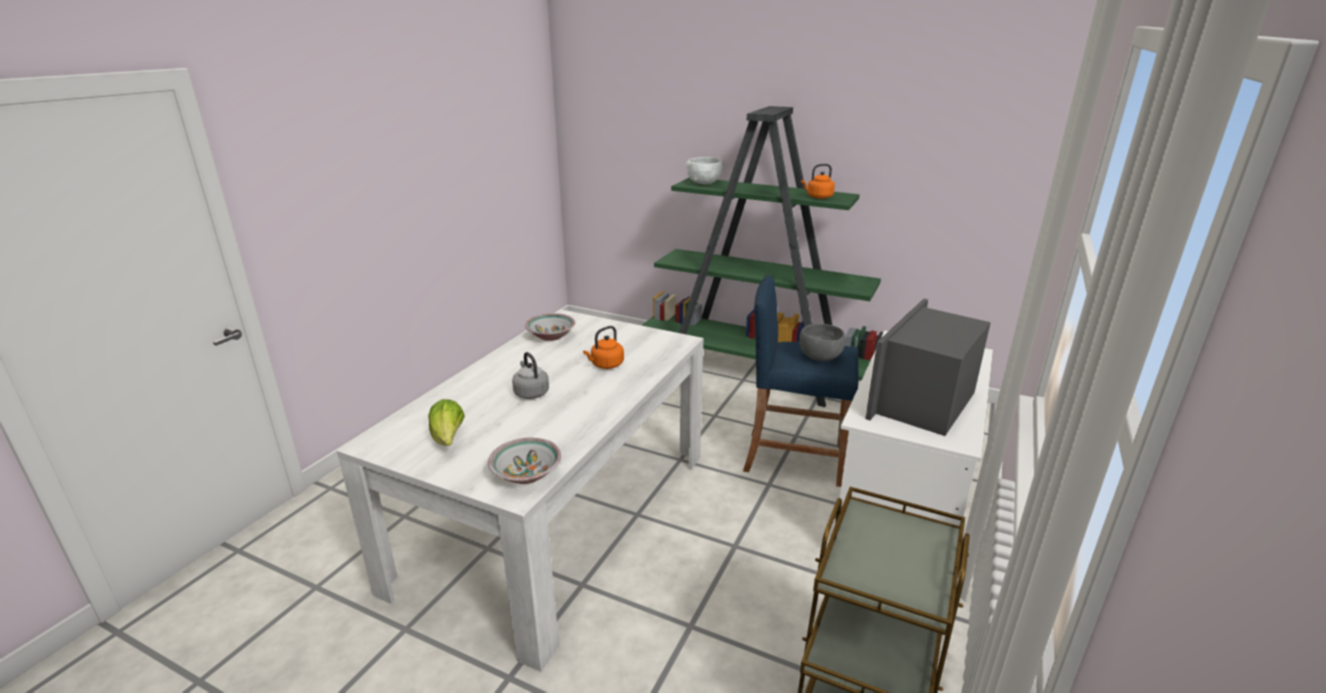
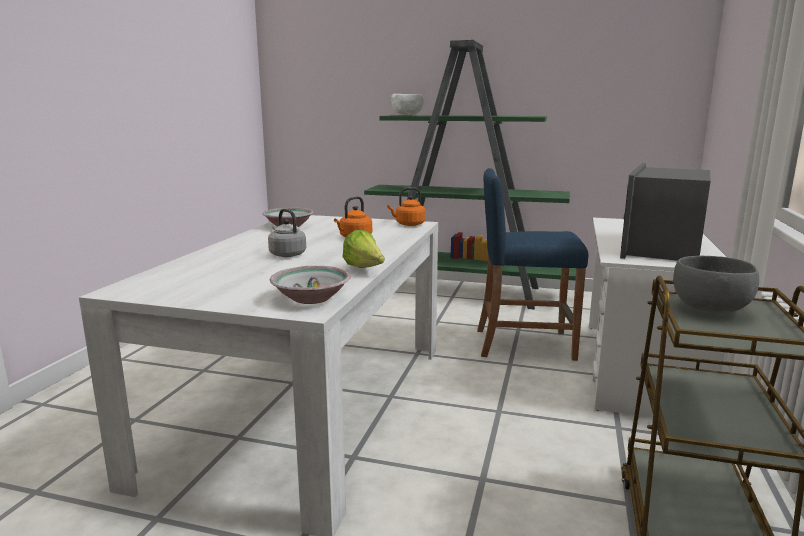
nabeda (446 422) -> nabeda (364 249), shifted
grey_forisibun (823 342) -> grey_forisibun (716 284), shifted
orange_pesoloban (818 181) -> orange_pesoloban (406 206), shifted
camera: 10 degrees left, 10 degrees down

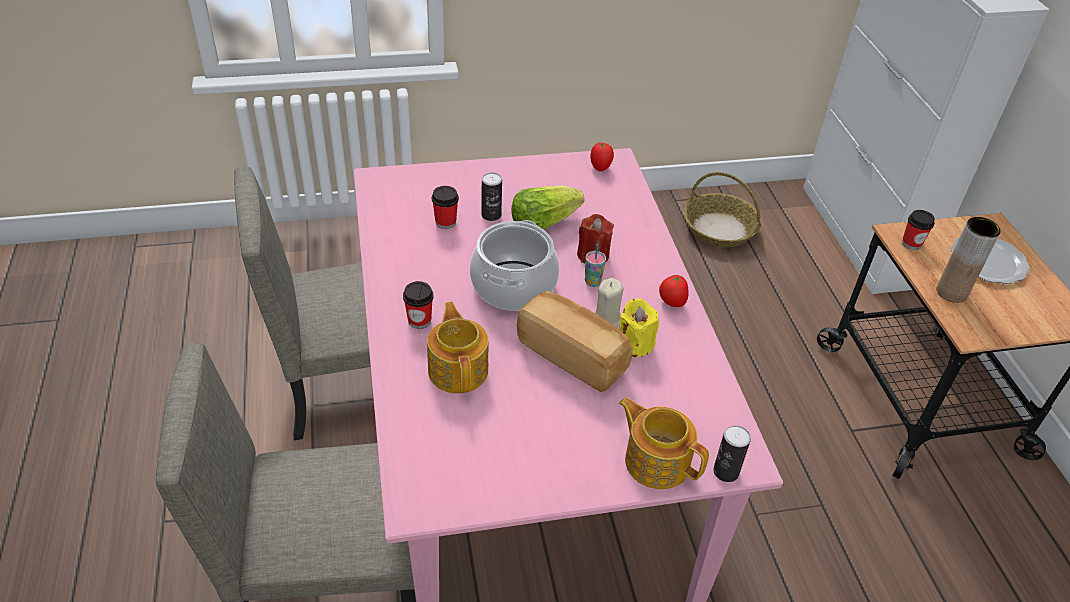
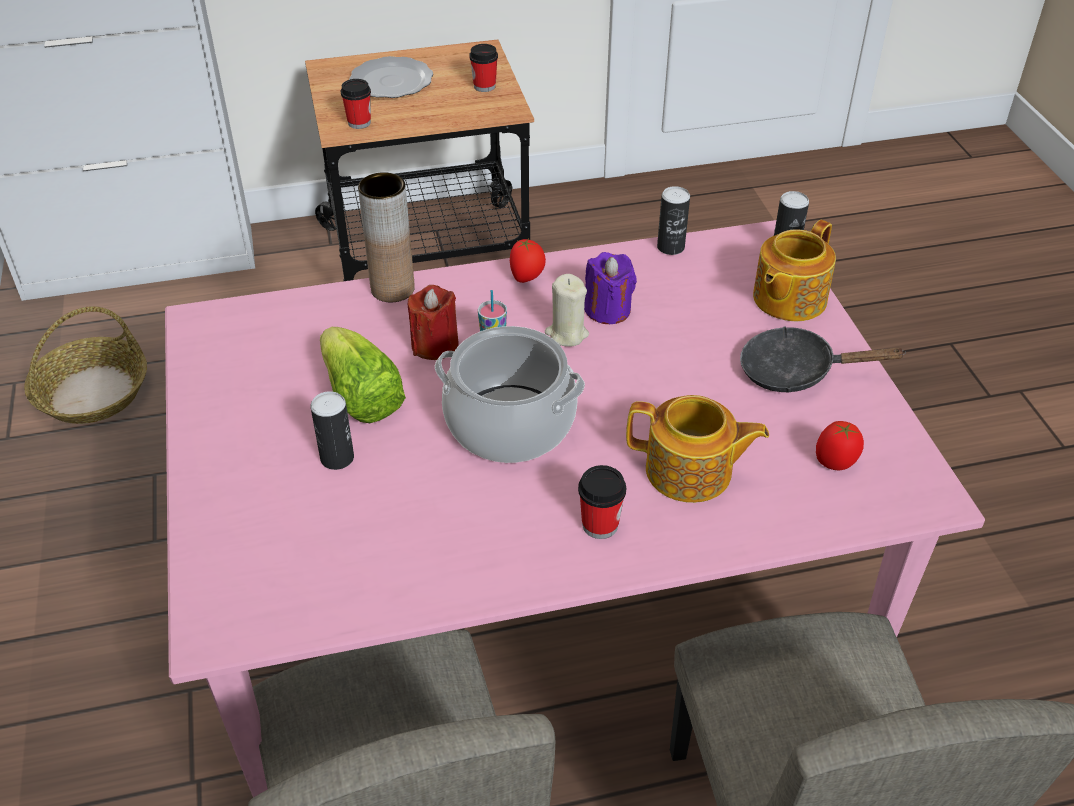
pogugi (458 348) -> pogugi (697 449), 150 degrees counterclockwise
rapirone (445 207) -> rapirone (483 68), shifted
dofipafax (574 341) -> none
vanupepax (602 157) -> vanupepax (840 445), shifted
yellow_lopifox (639 327) -> purple_lopifox (610 288)
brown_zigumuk (968 260) -> brown_zigumuk (386 237), shifted
none -> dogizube (673 220)
none -> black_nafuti (823 359)
camera: 90 degrees left, 0 degrees up

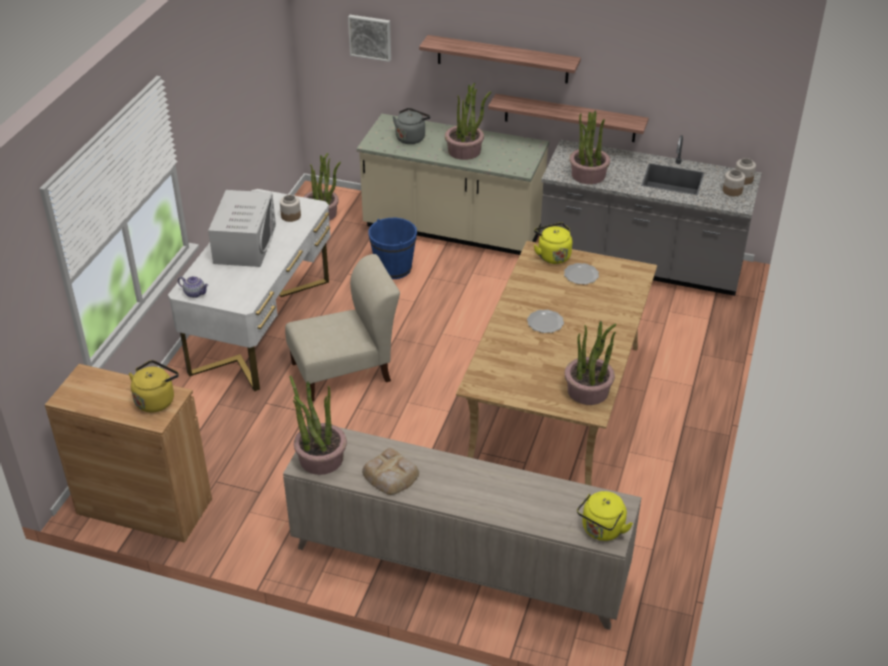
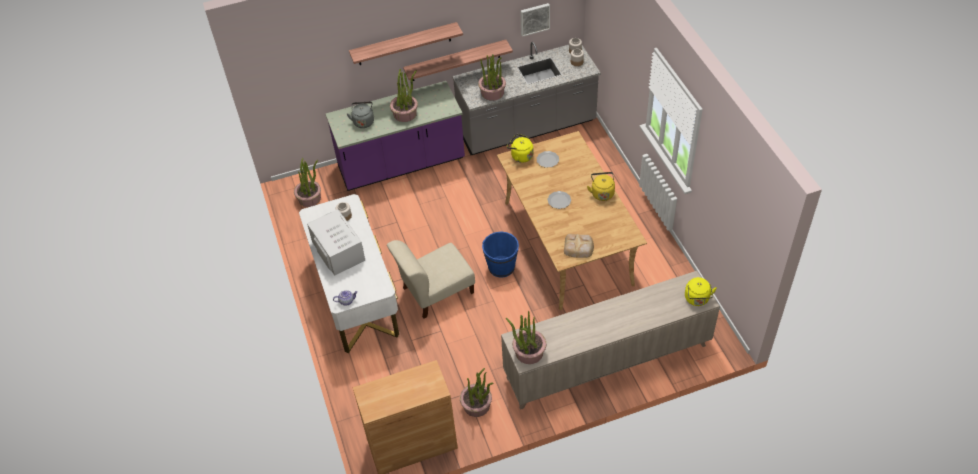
yellow_pesoloban (154 386) -> yellow_pesoloban (601 186), shifted
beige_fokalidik (342 327) -> beige_fokalidik (431 279), 150 degrees counterclockwise
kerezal (369 38) -> kerezal (535 20), shifted
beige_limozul (453 184) -> purple_limozul (395 136)
dofipafax (390 471) -> dofipafax (579 246), shifted
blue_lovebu (392 248) -> blue_lovebu (500 255), shifted
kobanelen (590 363) -> kobanelen (476 392), shifted
camera: 35 degrees left, 10 degrees up

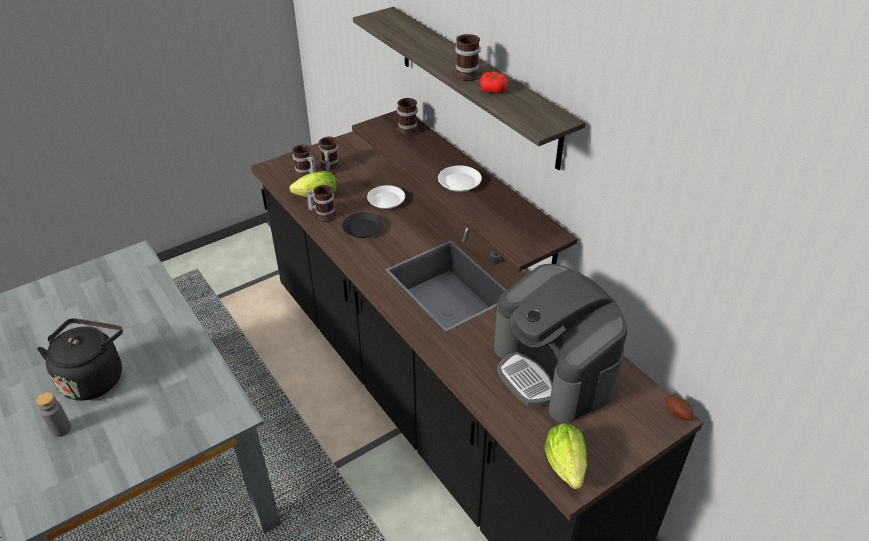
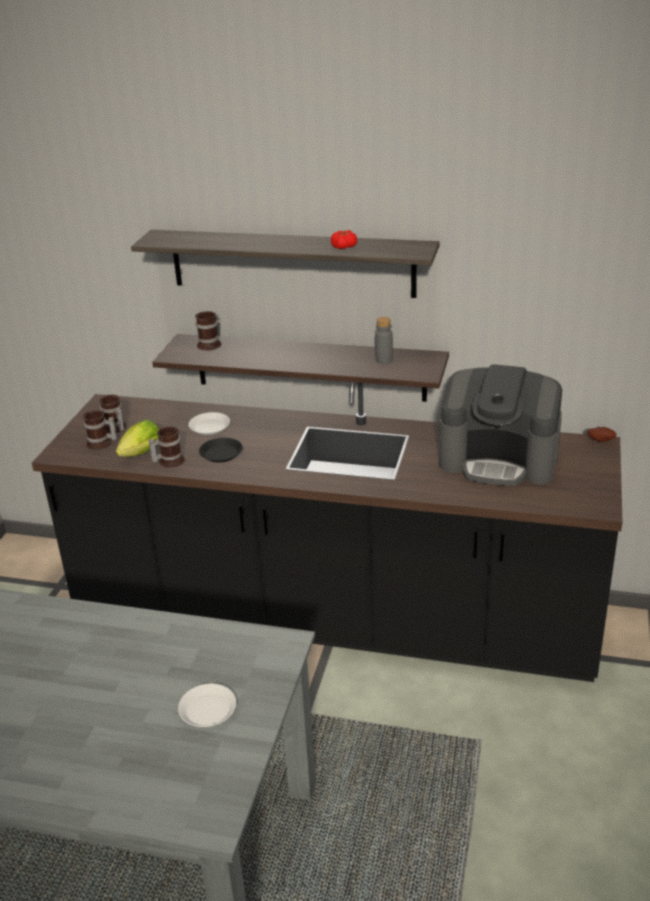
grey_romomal (53 414) -> grey_romomal (384 340), shifted
black_pesoloban (80 359) -> none
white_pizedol (460 178) -> white_pizedol (207 705), shifted
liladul (467 57) -> none
nabeda (566 456) -> none
camera: 40 degrees left, 10 degrees down

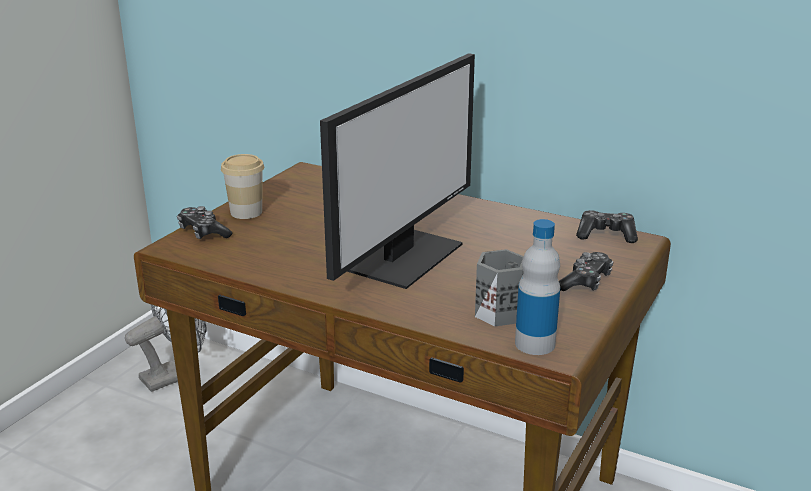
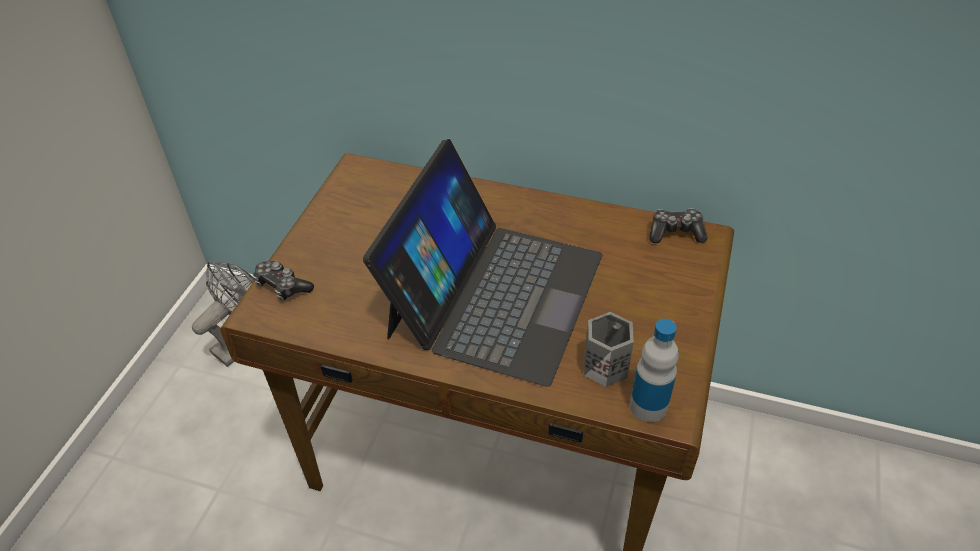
rapirone (242 186) -> none
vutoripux (397 171) -> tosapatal (482 263)
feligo (586 271) -> none
camera: 10 degrees left, 20 degrees up

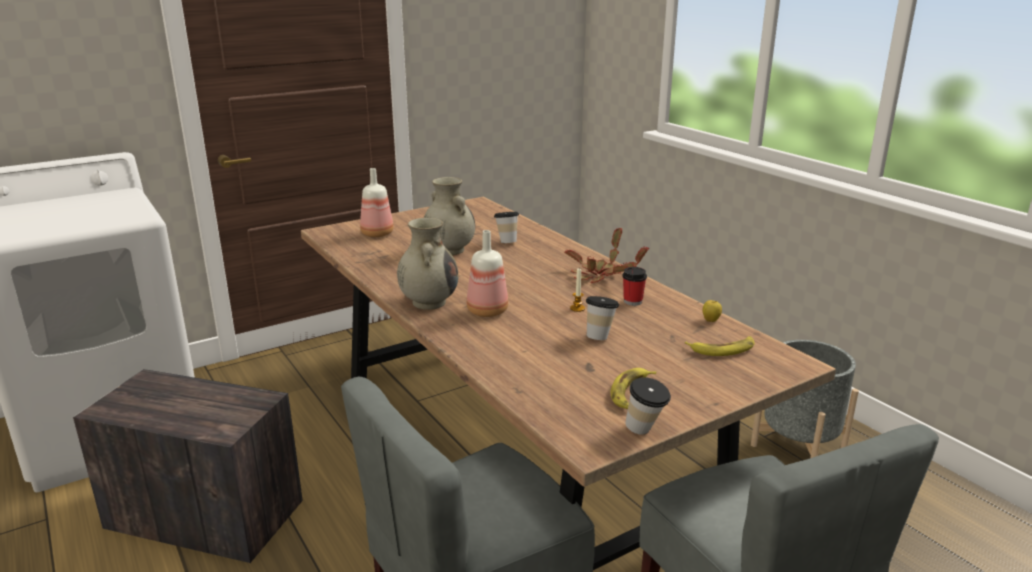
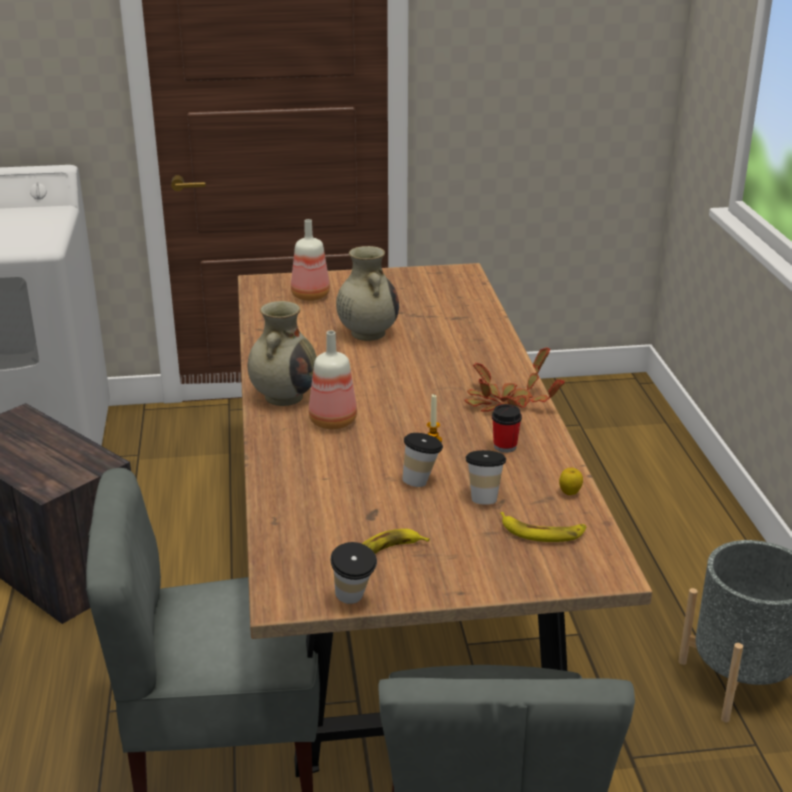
rapirone (506 227) -> rapirone (485 477), shifted
camera: 25 degrees right, 5 degrees up

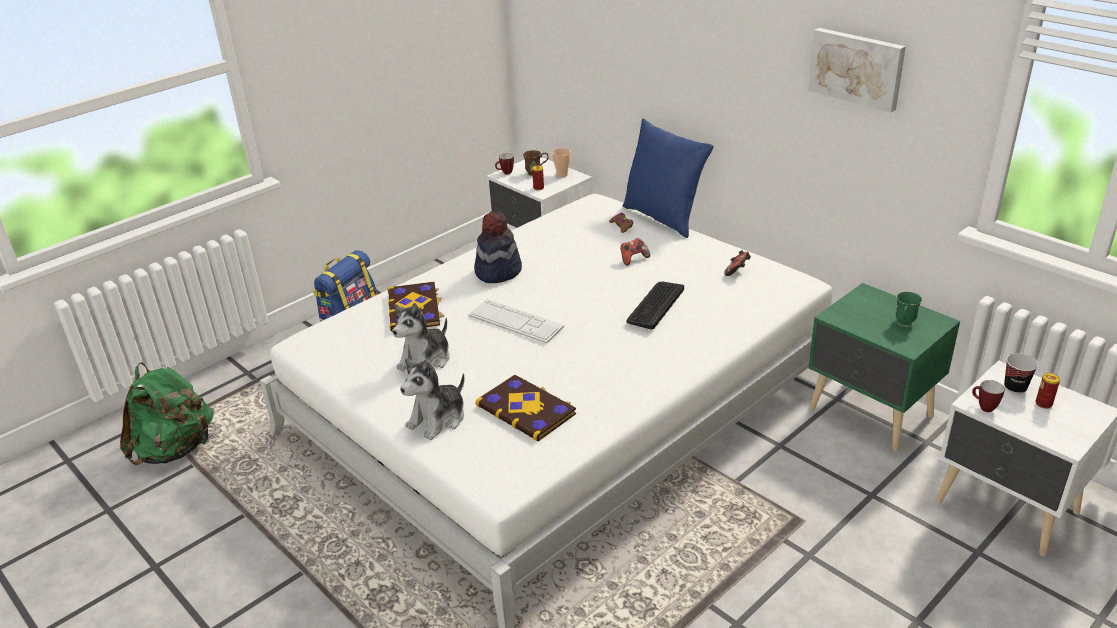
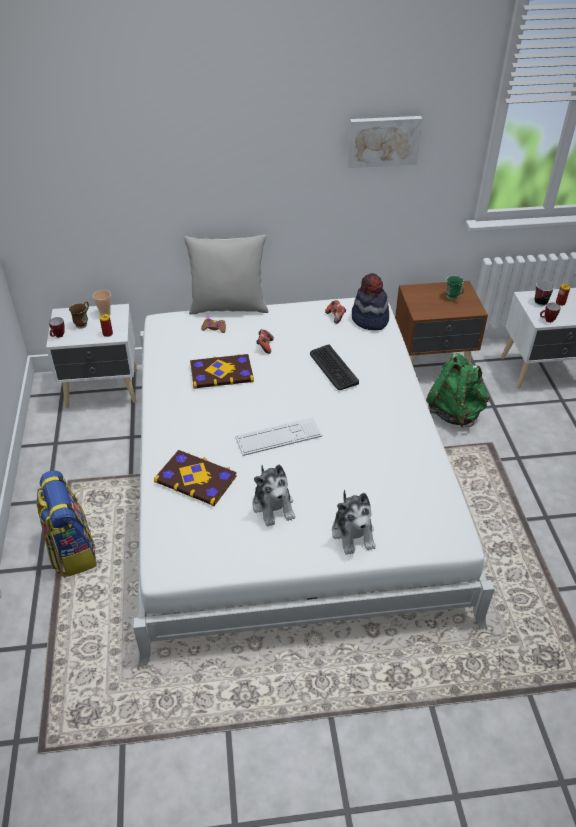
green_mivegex (167 414) -> green_mivegex (457 390), shifted
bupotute (498 247) -> bupotute (370 301), shifted
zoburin (525 408) -> zoburin (222 371), shifted
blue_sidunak (668 178) -> grey_sidunak (226 274)
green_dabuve (884 367) -> brown_dabuve (441 323)
camera: 55 degrees left, 10 degrees up

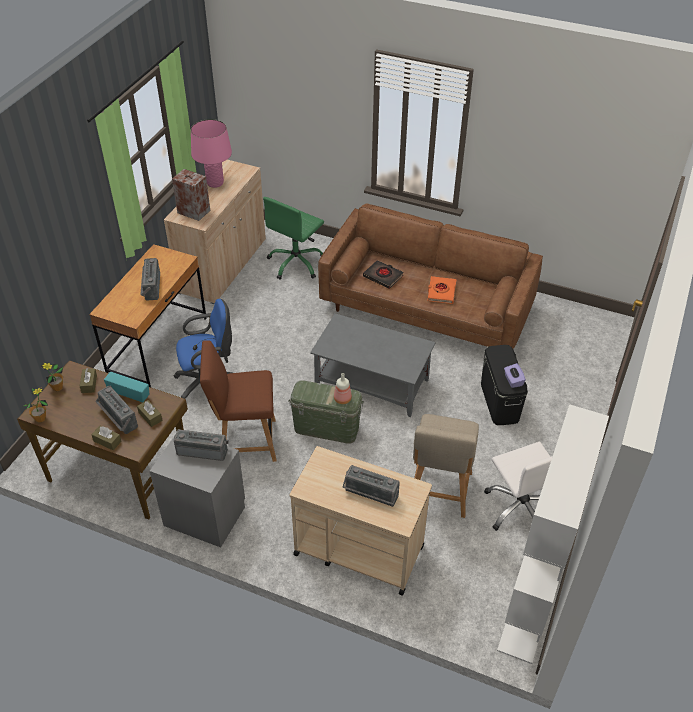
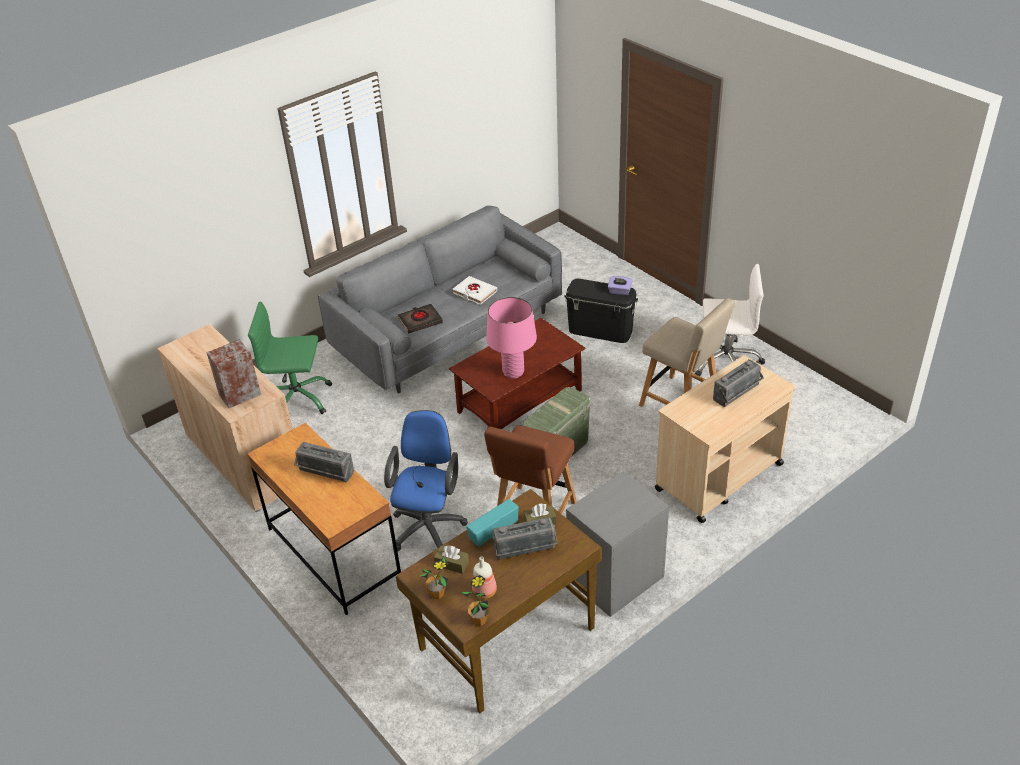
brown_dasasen (106 438) -> none
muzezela (201 445) -> none
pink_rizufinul (211 153) -> pink_rizufinul (511 337), shifted
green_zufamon (293 238) -> green_zufamon (290 357), 120 degrees clockwise
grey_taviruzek (372 365) -> brown_taviruzek (517 373)
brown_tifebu (430 276) -> grey_tifebu (440 299)
romomal (343 388) -> romomal (484 577), shifted
orange_zoburin (441 290) -> white_zoburin (474 290)
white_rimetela (553 534) -> none
camera: 60 degrees left, 5 degrees down

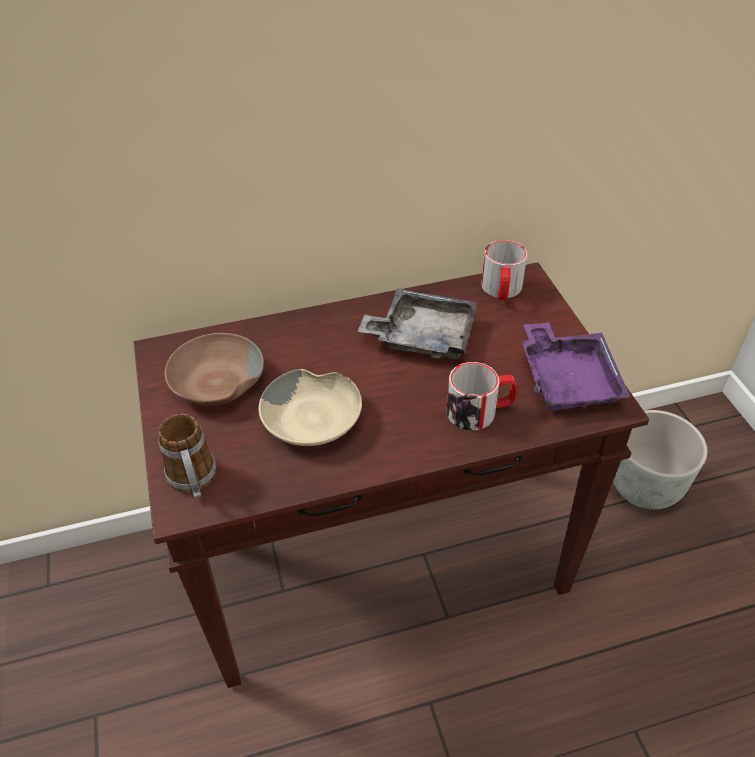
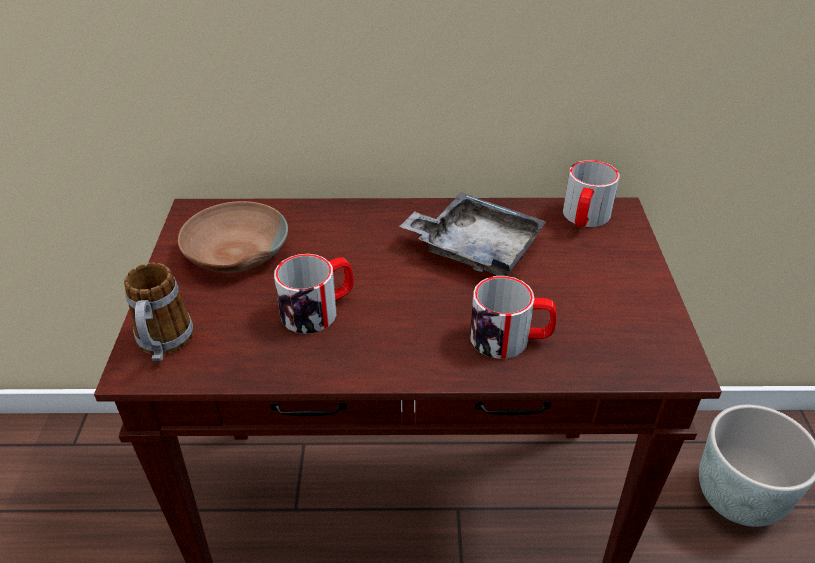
beige_forisibun (310 407) -> liladul (314 294)
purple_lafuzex (576 366) -> none
camera: 15 degrees right, 5 degrees down

